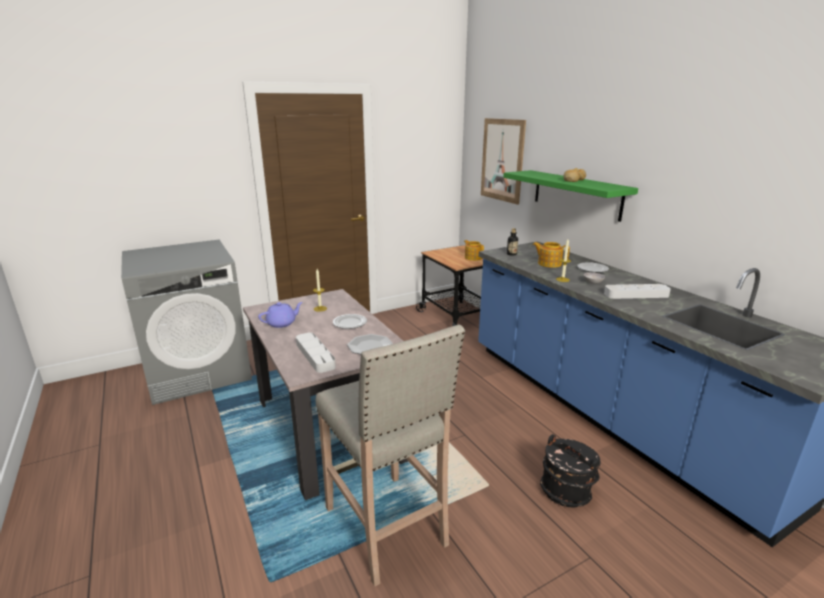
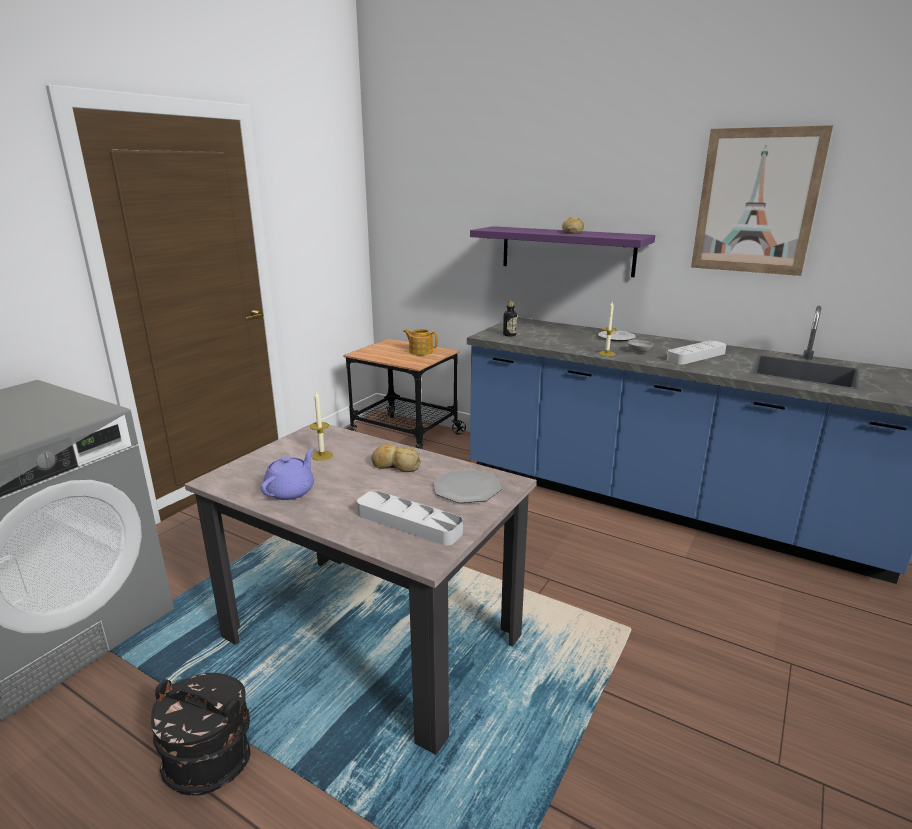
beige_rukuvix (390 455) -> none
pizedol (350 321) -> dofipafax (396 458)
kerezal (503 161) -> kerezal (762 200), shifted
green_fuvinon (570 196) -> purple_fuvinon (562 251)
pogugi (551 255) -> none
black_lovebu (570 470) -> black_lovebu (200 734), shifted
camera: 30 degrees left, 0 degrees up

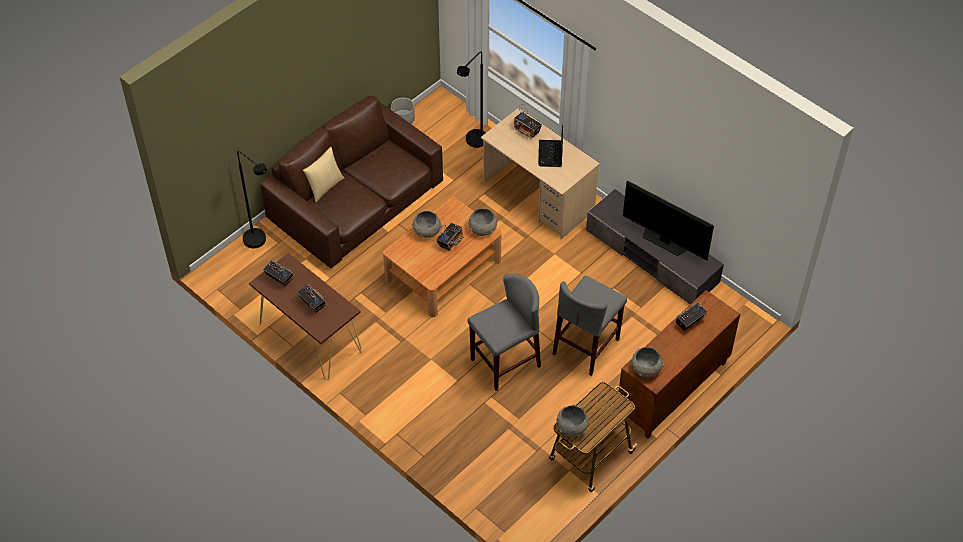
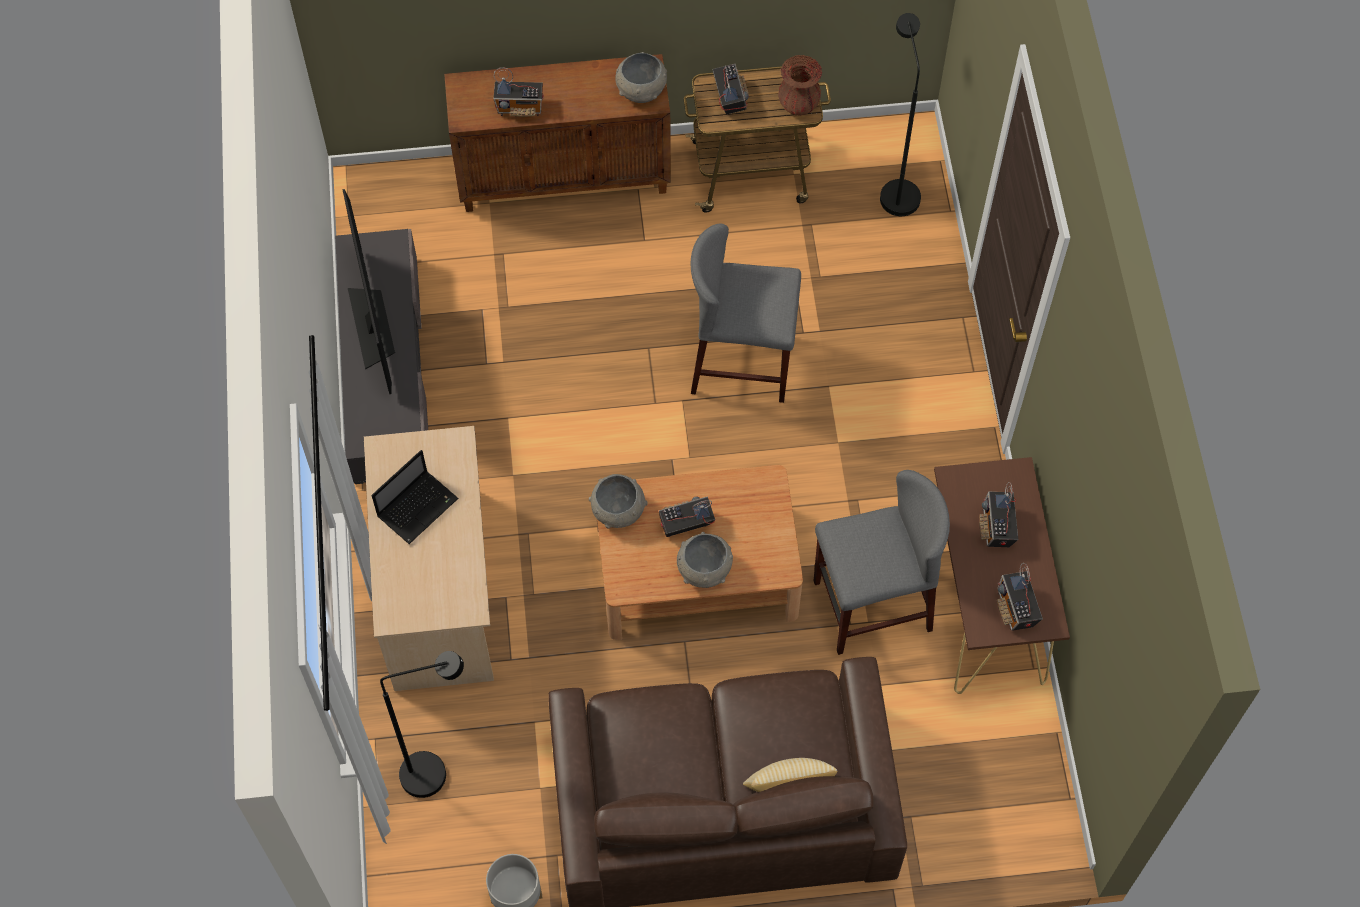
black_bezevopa (252 199) -> black_bezevopa (900 114), shifted
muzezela (528 121) -> muzezela (730 89), shifted
grey_rukuvix (590 326) -> grey_rukuvix (882 562), shifted
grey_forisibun (572 421) -> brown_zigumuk (800 85)
camera: 140 degrees left, 10 degrees up

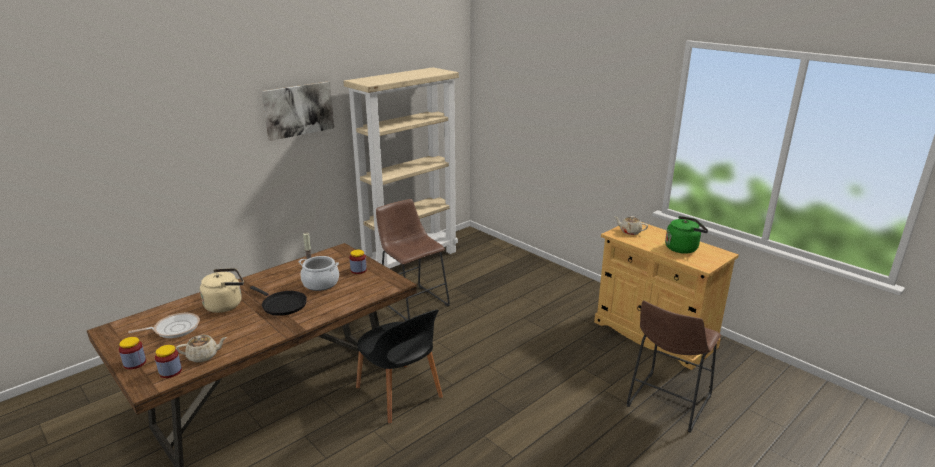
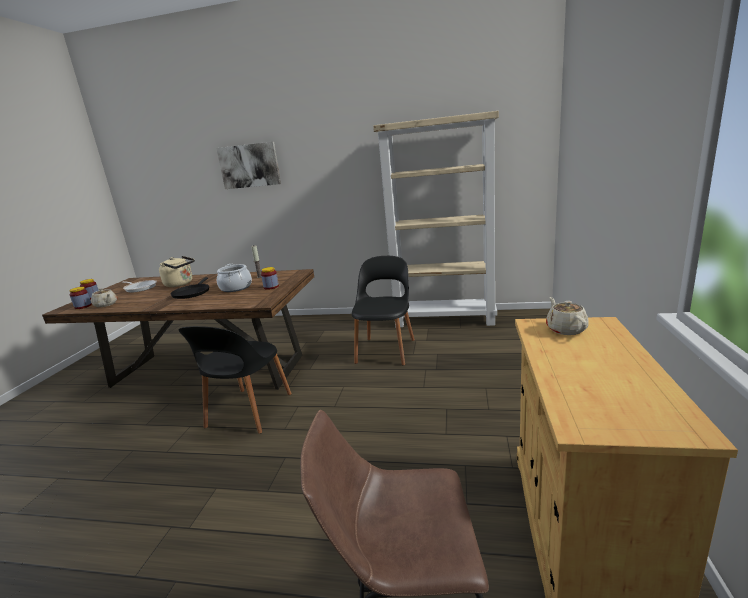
kerezal (298 111) -> kerezal (248 165), shifted
brown_rukuvix (413 260) -> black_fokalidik (383 311)
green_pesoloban (686 235) -> none
camera: 55 degrees right, 5 degrees down

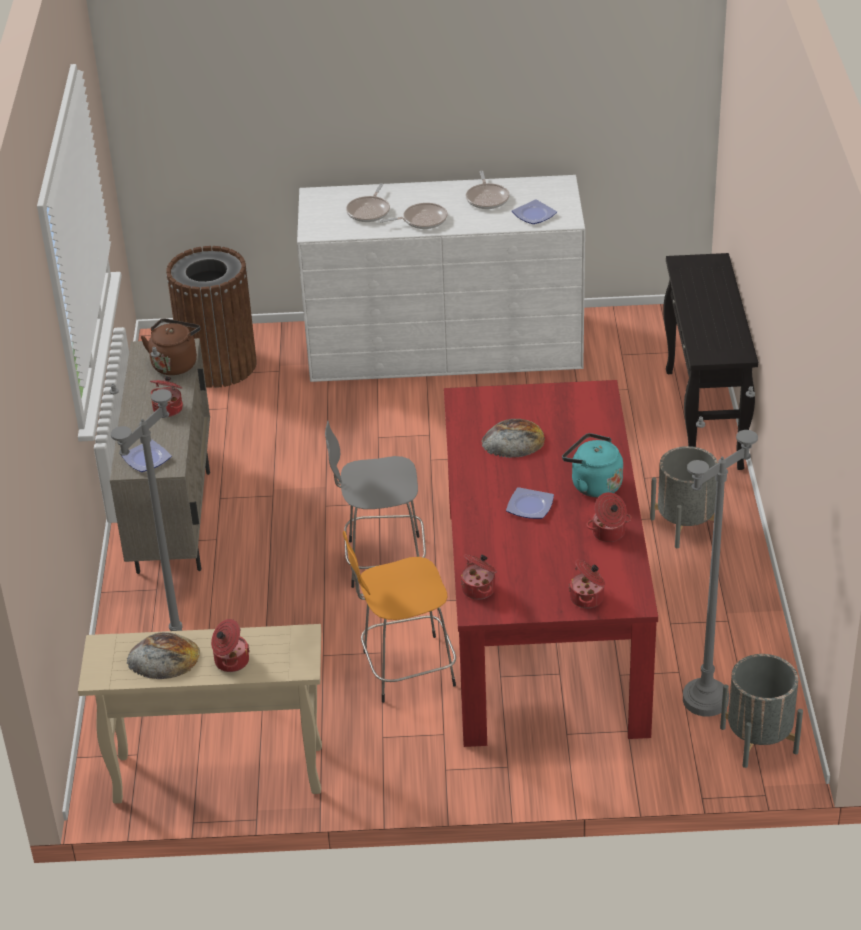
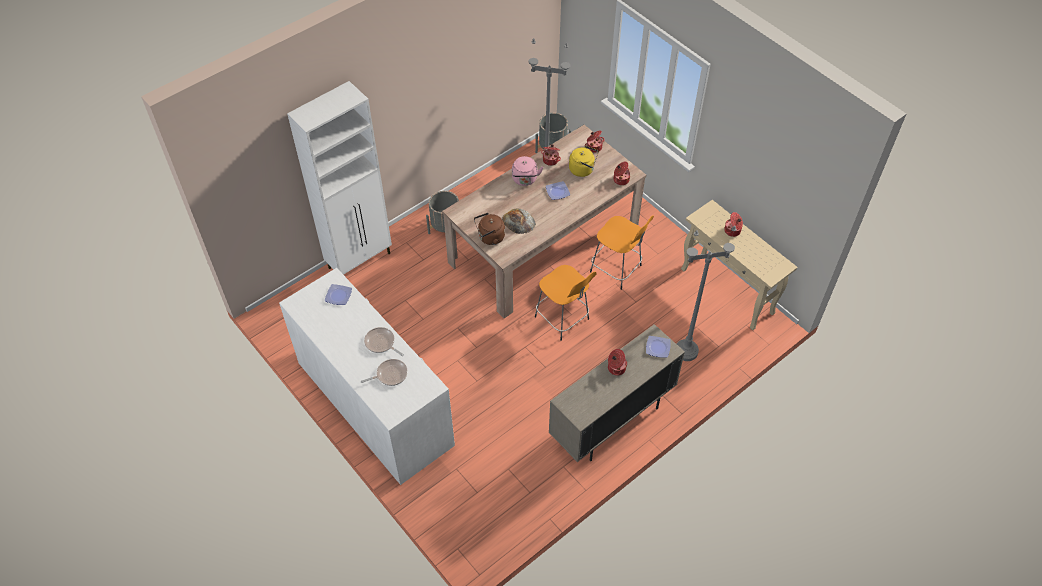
dofipafax (163 655) -> none
brown_pesoloban (171 347) -> brown_pesoloban (489 229), shifted
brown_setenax (211 317) -> none
grey_rukuvix (375 504) -> orange_rukuvix (566 303)
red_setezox (551 563) -> beige_setezox (544 221)
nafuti (487 190) -> none
turquoise_pesoloban (592 465) -> pink_pesoloban (527 171)
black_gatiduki (710 361) -> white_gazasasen (339 178)
none -> yellow_pesoloban (584 161)
camera: 130 degrees left, 15 degrees up

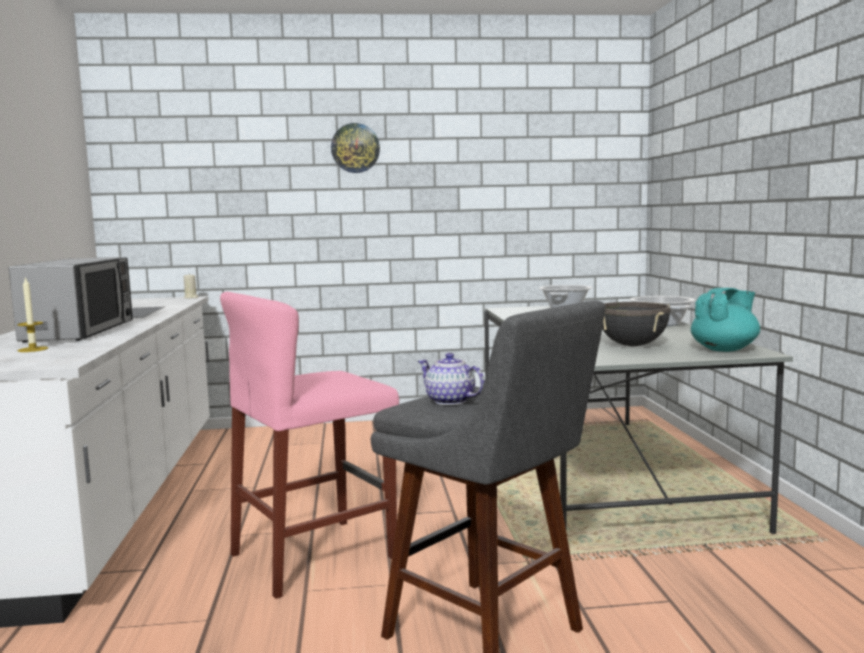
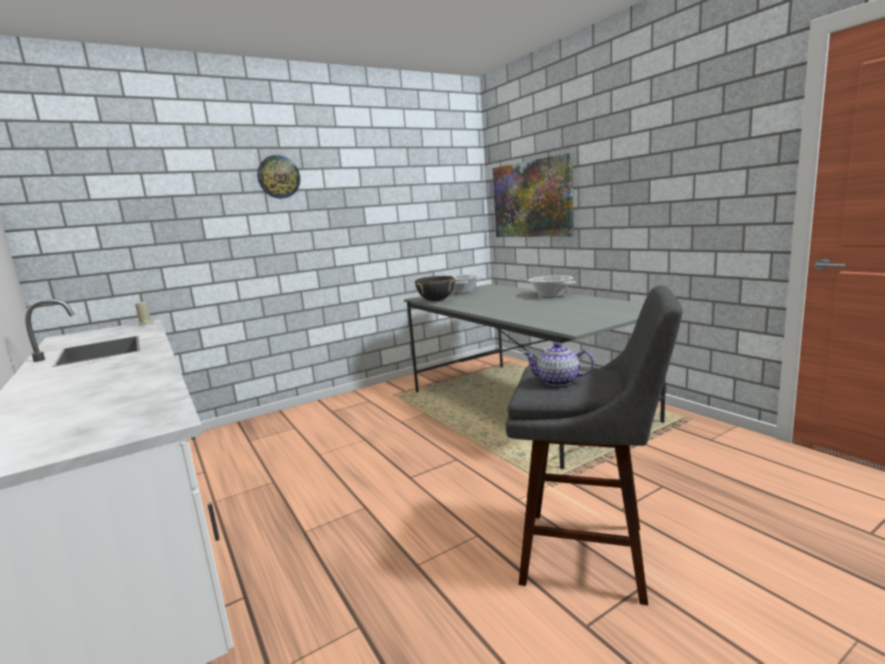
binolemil (71 299) -> none
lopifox (32 314) -> none
pink_rukuvix (309 445) -> none
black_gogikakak (636 324) -> black_gogikakak (435 288), shifted
turquoise_pogugi (725 320) -> none
none -> kerezal (533 195)
camera: 25 degrees left, 5 degrees up

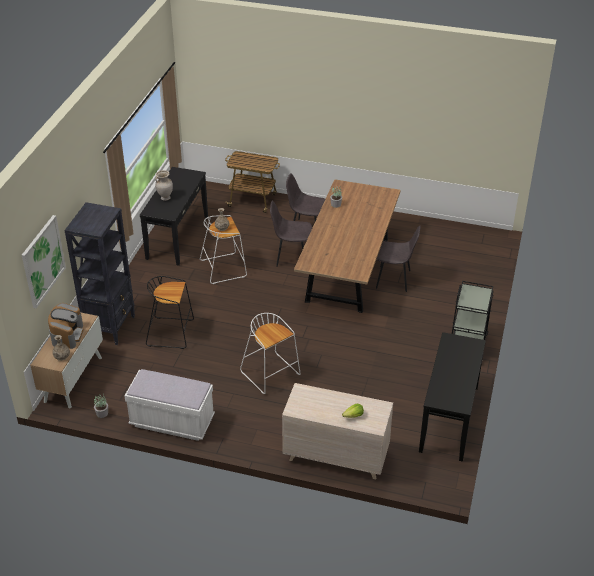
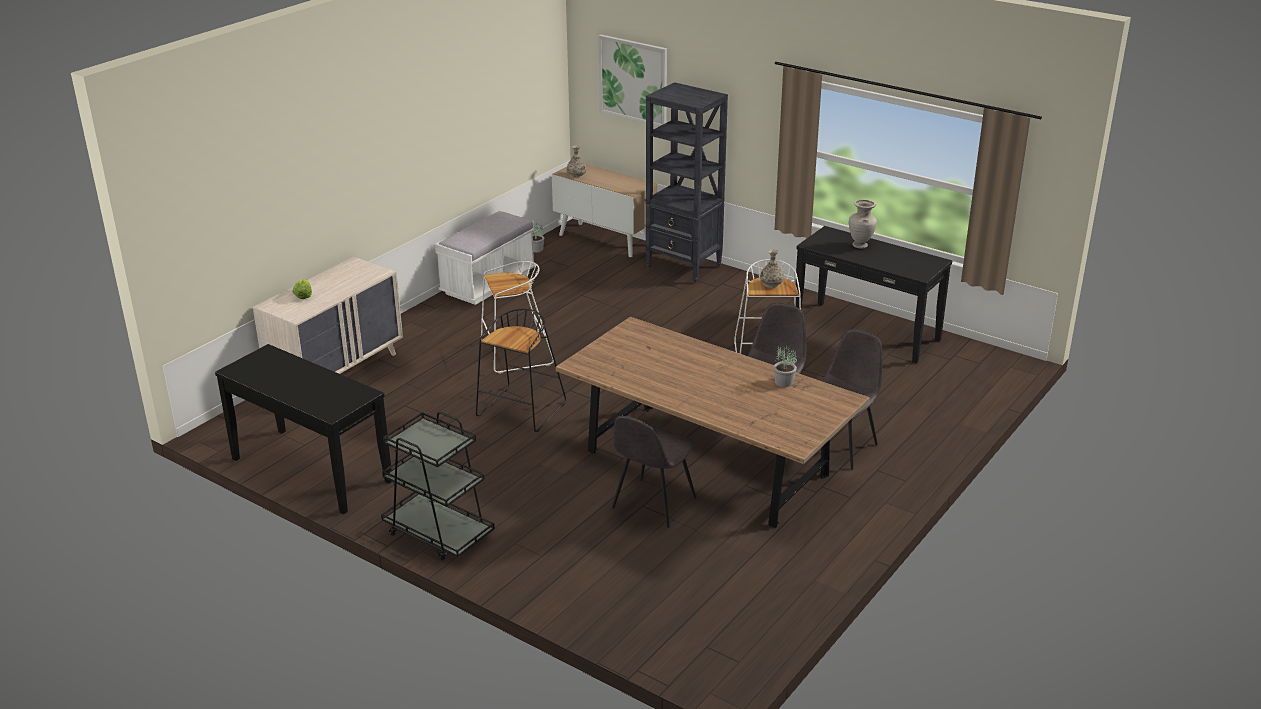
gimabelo (66 326) -> none
black_rukuvix (170 312) -> black_rukuvix (521 370), shifted
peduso (252 182) -> none
camera: 110 degrees right, 10 degrees down

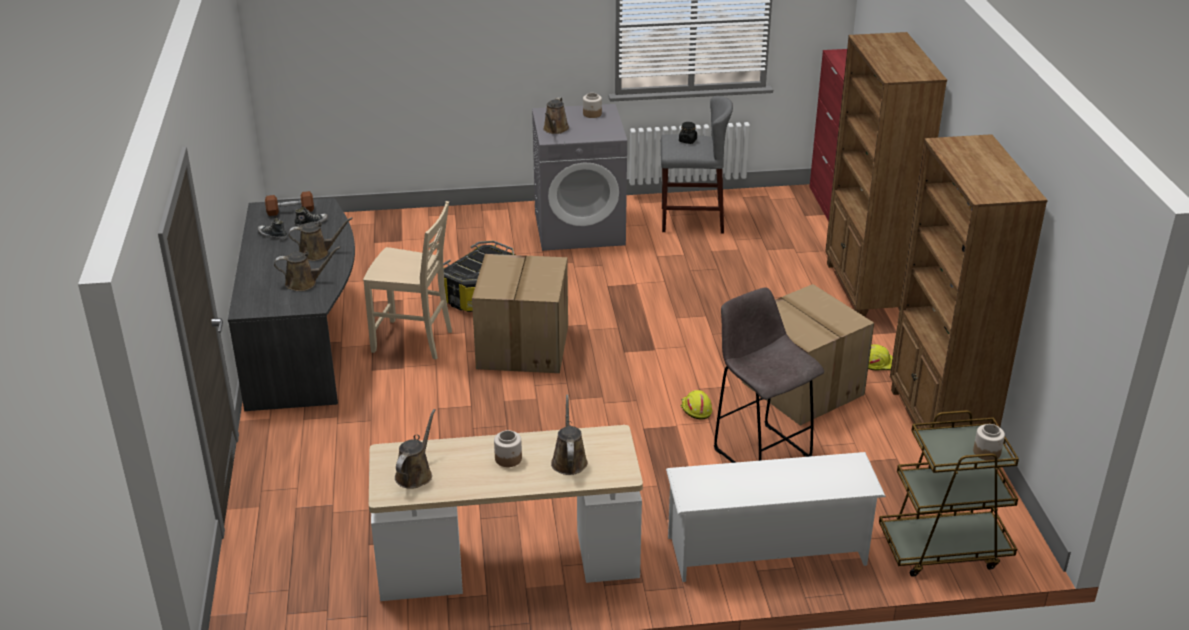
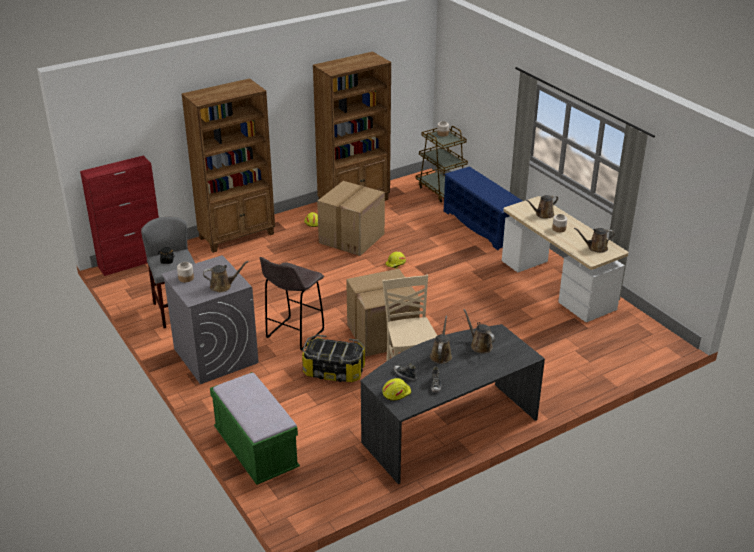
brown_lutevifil (289 203) -> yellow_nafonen (396 389)
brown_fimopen (320 239) -> brown_fimopen (441 340), 45 degrees clockwise
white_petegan (776 517) -> blue_petegan (483 208)
grey_rukuvix (769 375) -> grey_rukuvix (292 304), shifted
none -> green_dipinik (255 428)
camera: 115 degrees left, 0 degrees up

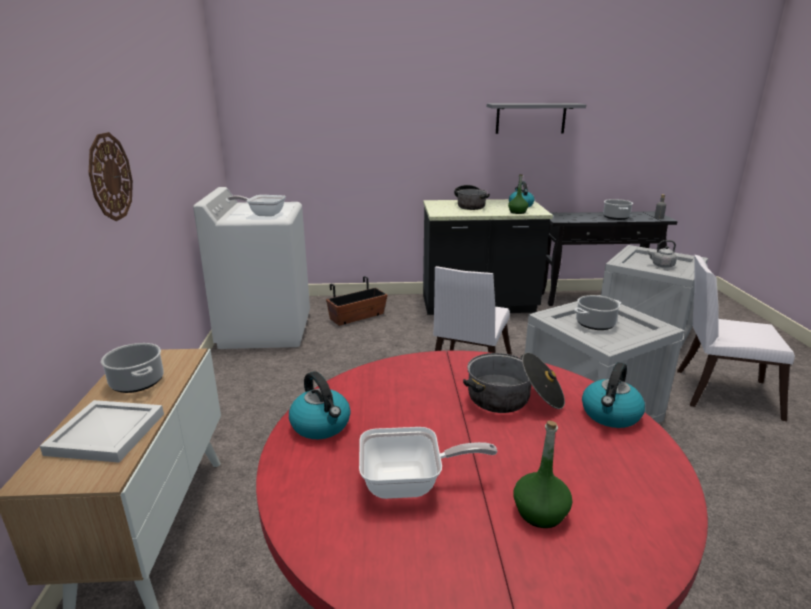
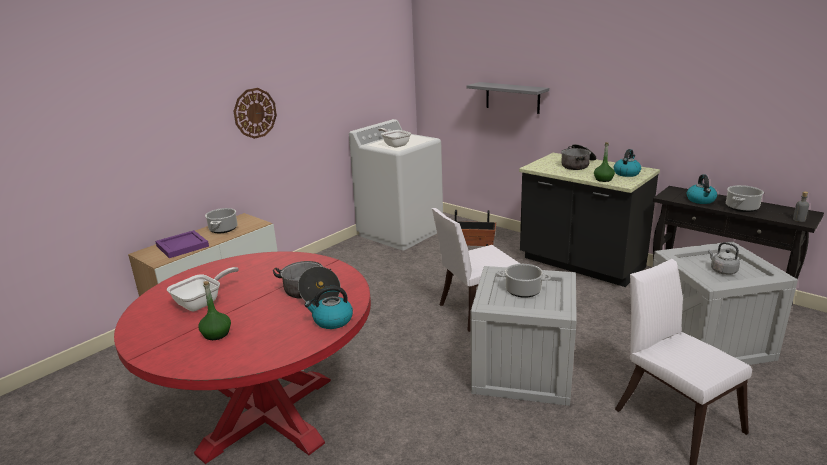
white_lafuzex (102 431) -> purple_lafuzex (182 244)
pesoloban (320 405) -> pesoloban (702 189), shifted
nafuti (428 463) -> nafuti (203 289), 90 degrees counterclockwise
grey_fuvinon (536 118) -> grey_fuvinon (507 98), shifted
camera: 45 degrees right, 0 degrees up

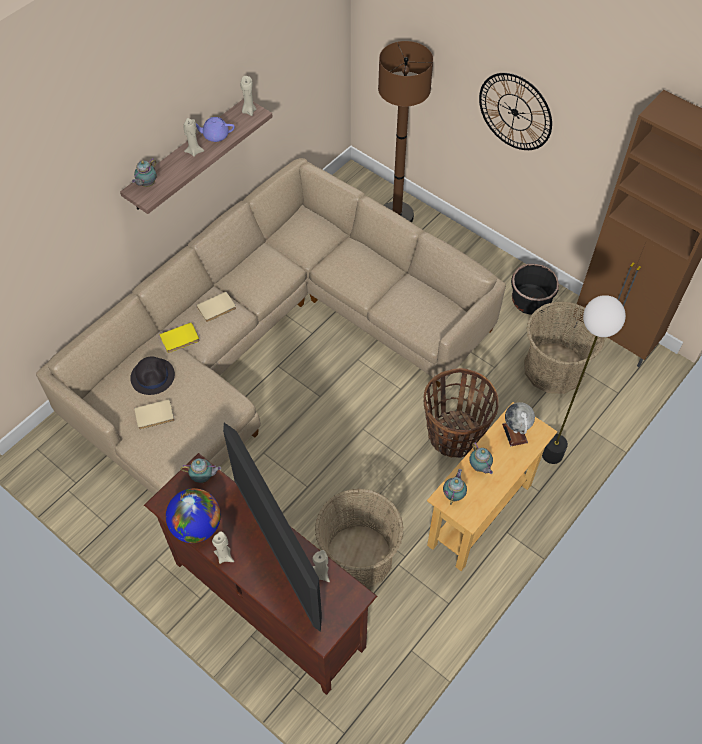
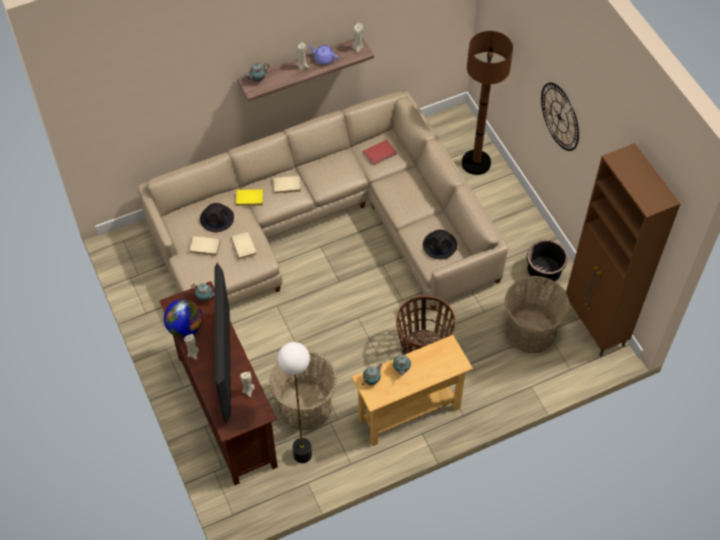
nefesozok (518 424) -> none
bezevopa (584 379) -> bezevopa (295 402), shifted
none -> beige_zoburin (244 246)
none -> red_zoburin (380 152)
none -> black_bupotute (440 244)
camera: 25 degrees right, 0 degrees up

